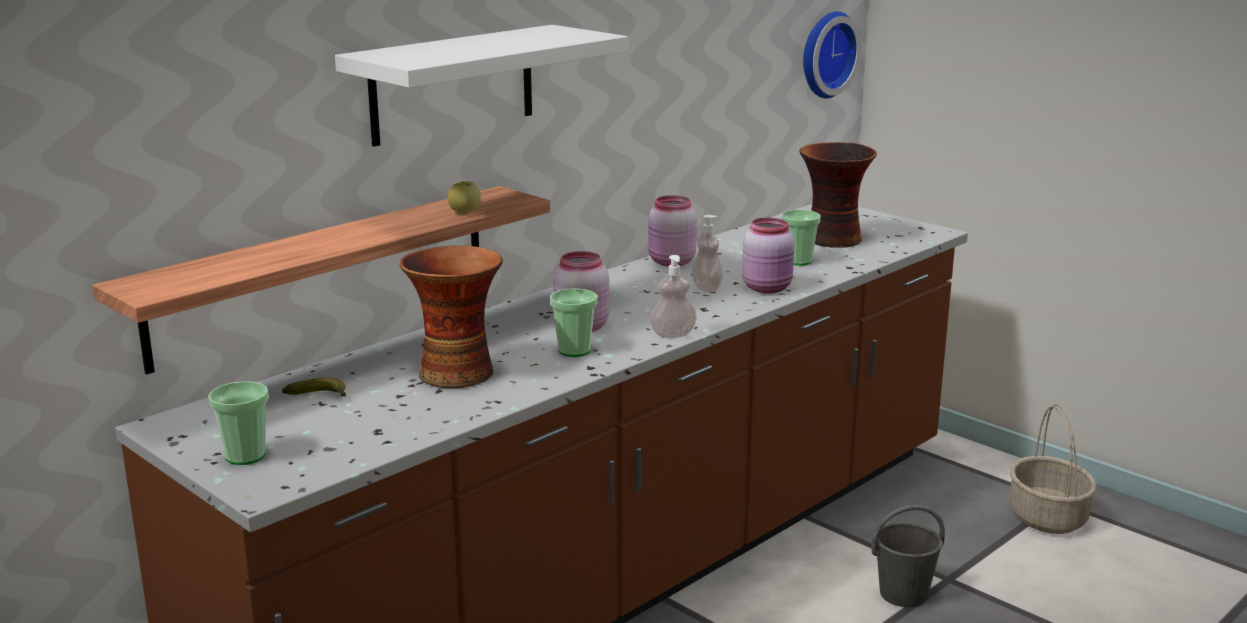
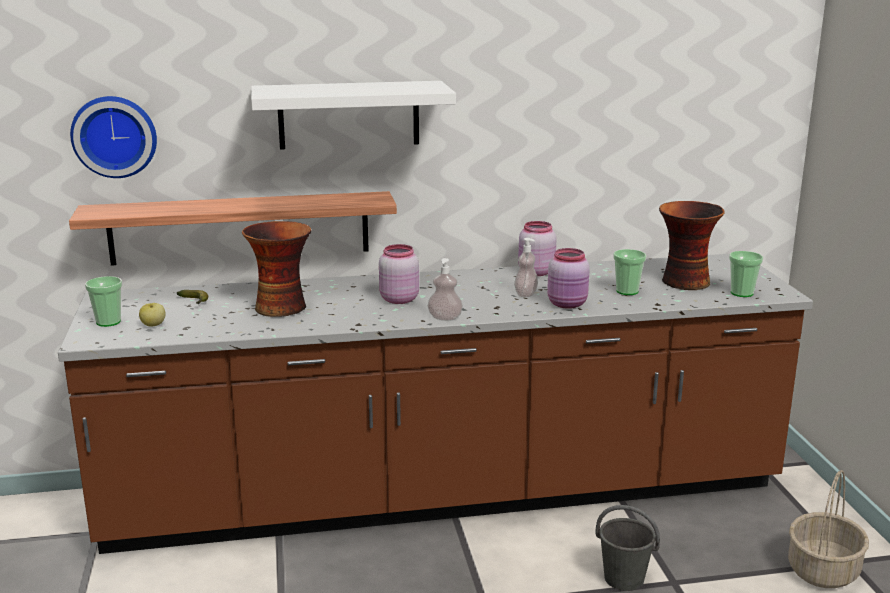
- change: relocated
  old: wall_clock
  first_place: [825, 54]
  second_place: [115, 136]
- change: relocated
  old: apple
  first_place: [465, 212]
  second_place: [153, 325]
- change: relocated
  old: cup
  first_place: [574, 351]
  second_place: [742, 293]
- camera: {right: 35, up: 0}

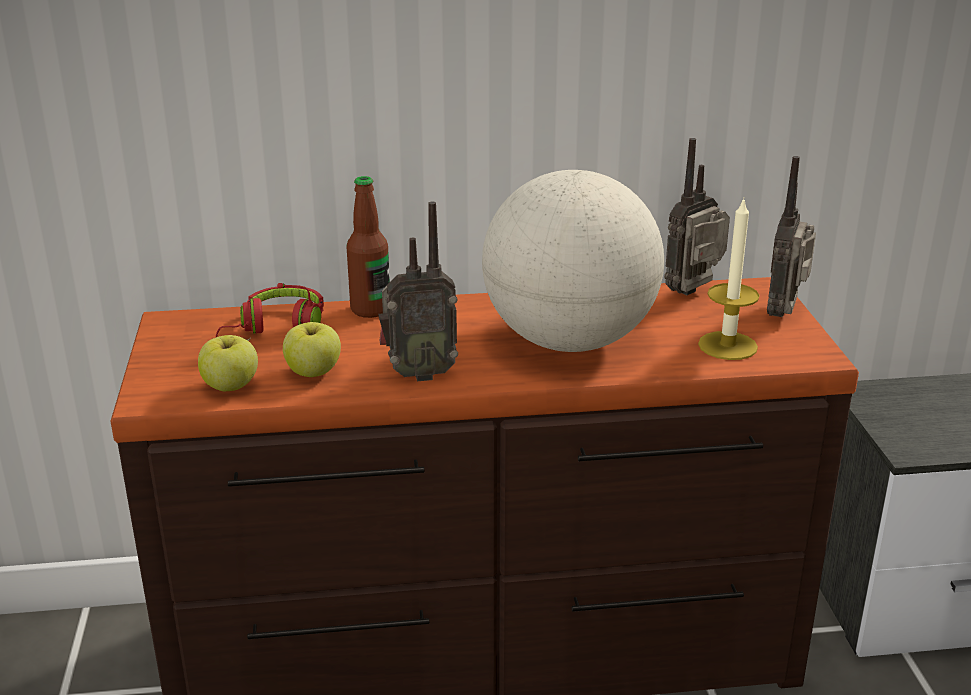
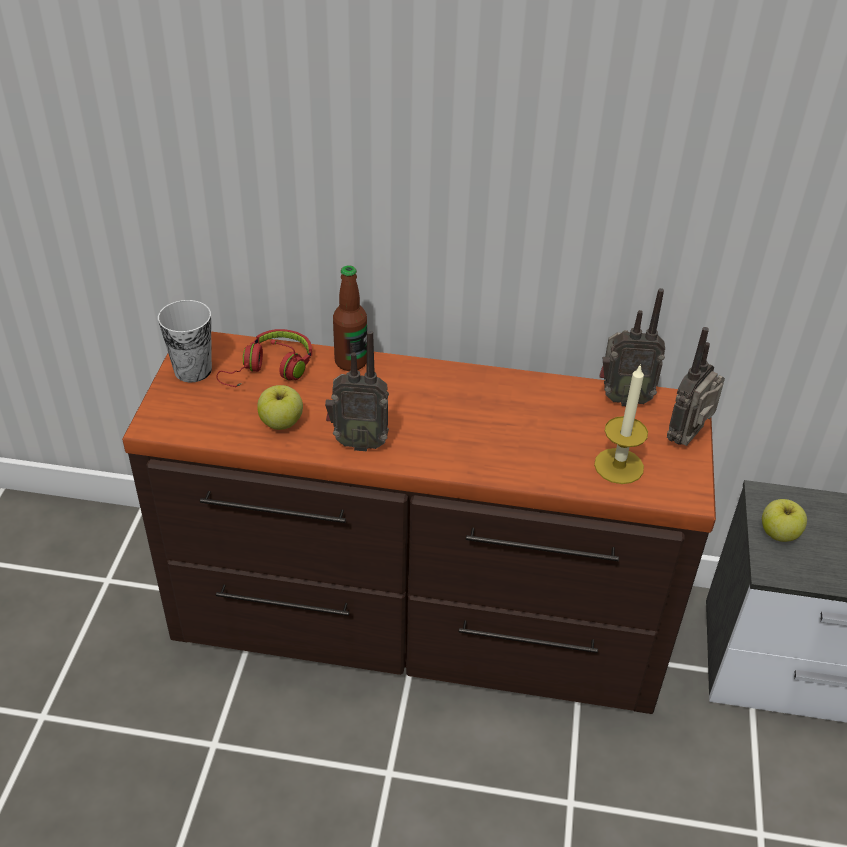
- change: spun
  old: radio
  first_place: [695, 293]
  second_place: [623, 398]
  degrees: -150
- change: missing
  old: globe
  first_place: [569, 341]
- change: relocated
  old: apple
  first_place: [231, 386]
  second_place: [779, 533]
- change: appeared
  new: cup
  second_place: [193, 370]
- camera: {right: 15, up: 15}

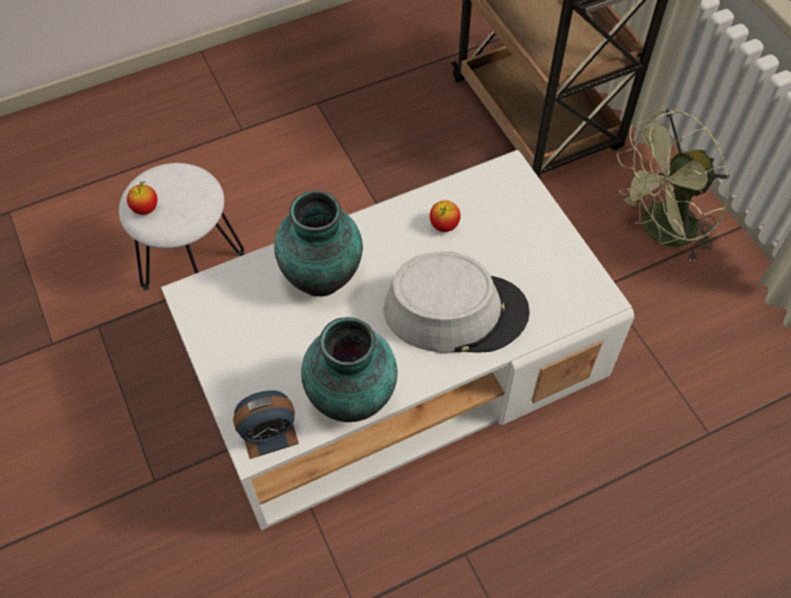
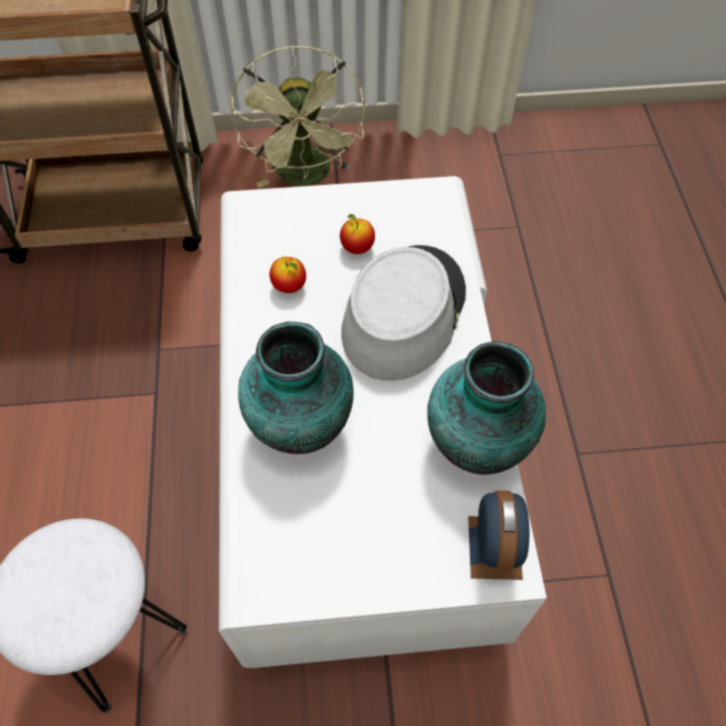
- change: relocated
  old: apple
  first_place: [146, 208]
  second_place: [357, 248]
- camera: {right: -70, up: 0}

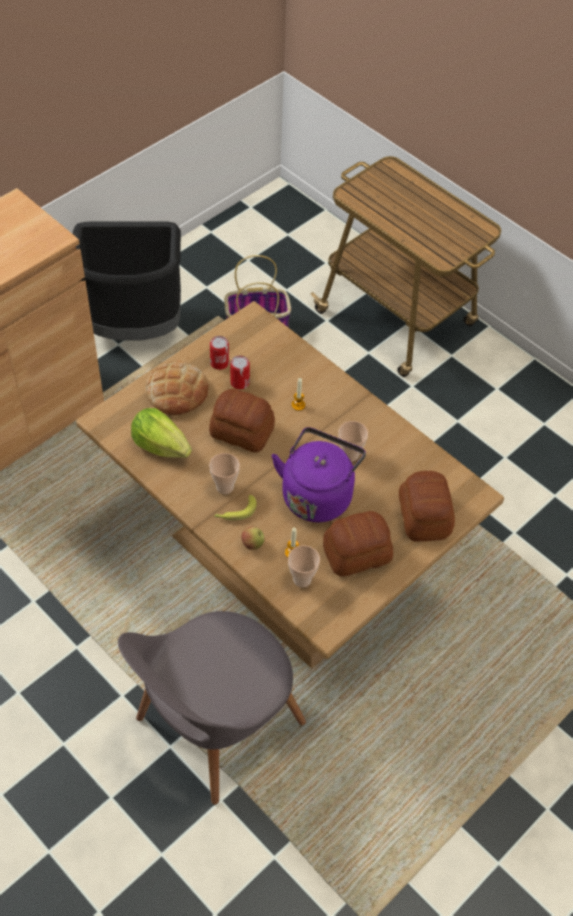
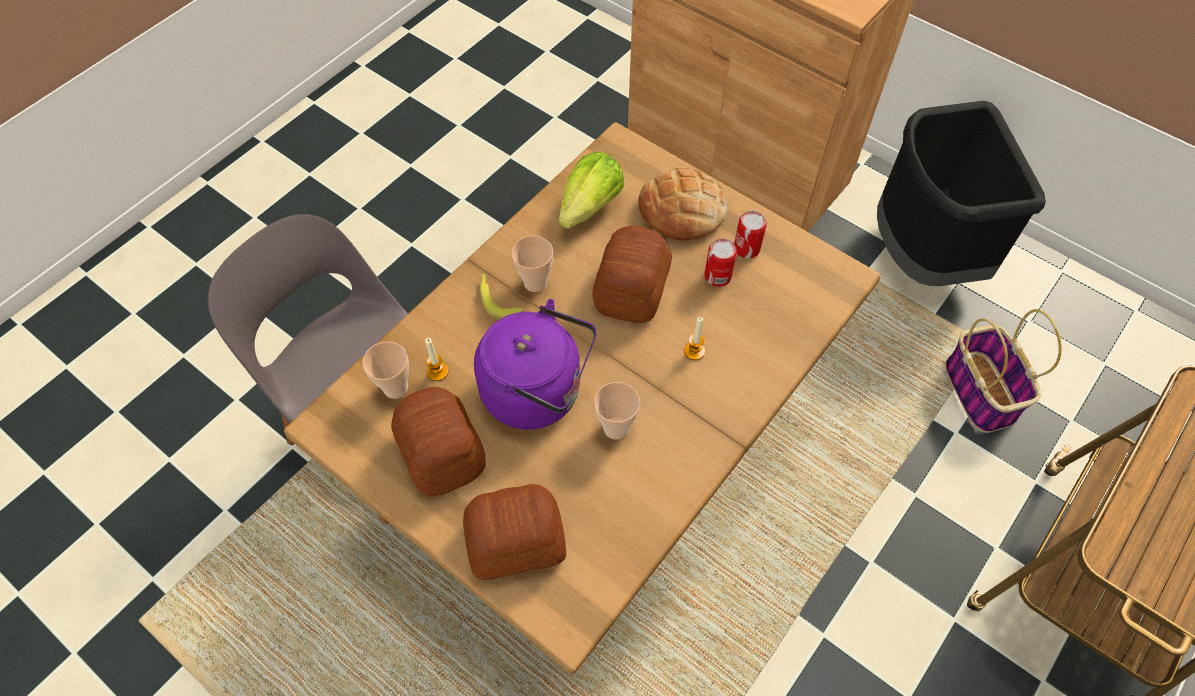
- change: missing
  old: apple
  first_place: [252, 544]
- camera: {right: 85, up: 5}

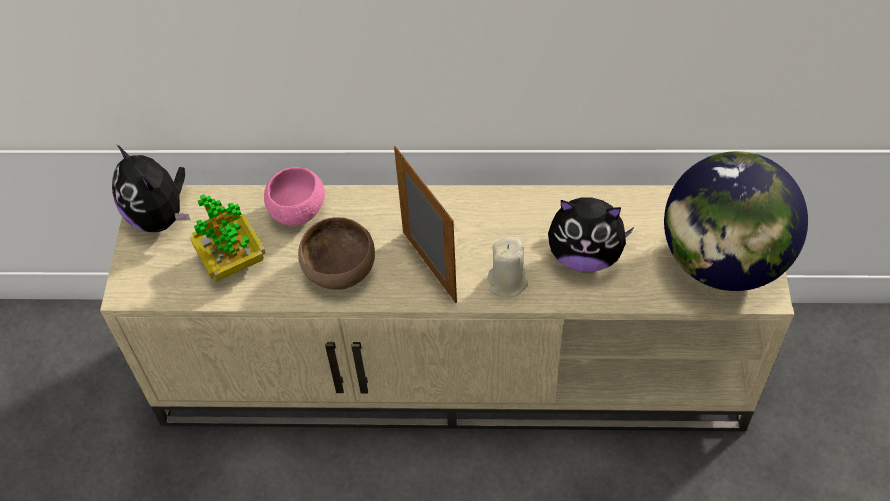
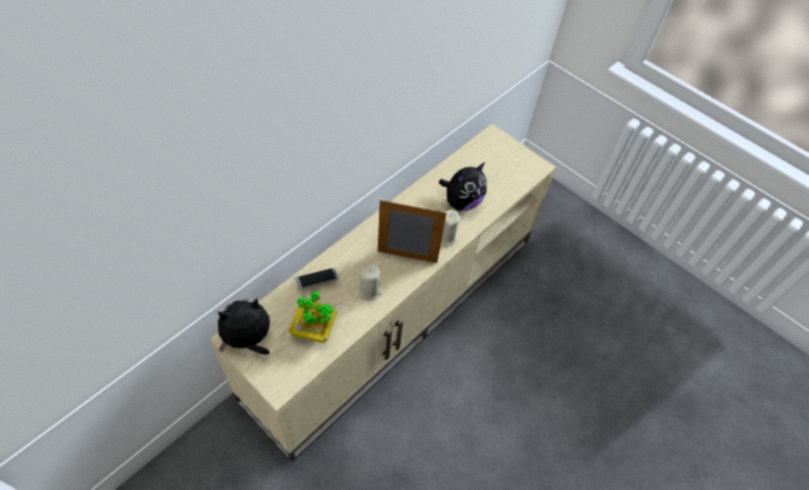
- change: spun
  old: plush_toy
  first_place: [160, 216]
  second_place: [248, 340]
  degrees: 150
- change: missing
  old: globe
  first_place: [722, 261]
- change: exchanged
  old: pink_bowl
  new: phone
  first_place: [297, 211]
  second_place: [317, 281]
- change: exchanged
  old: brown_bowl
  new: beige_candle
  first_place: [338, 269]
  second_place: [370, 291]
- camera: {right: -55, up: 0}

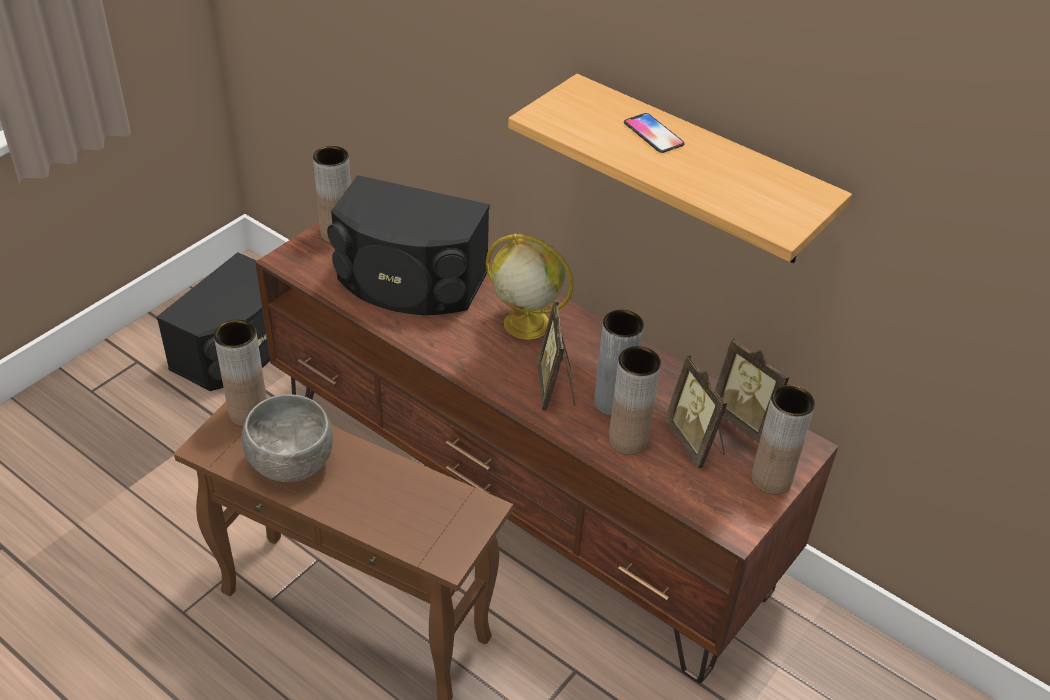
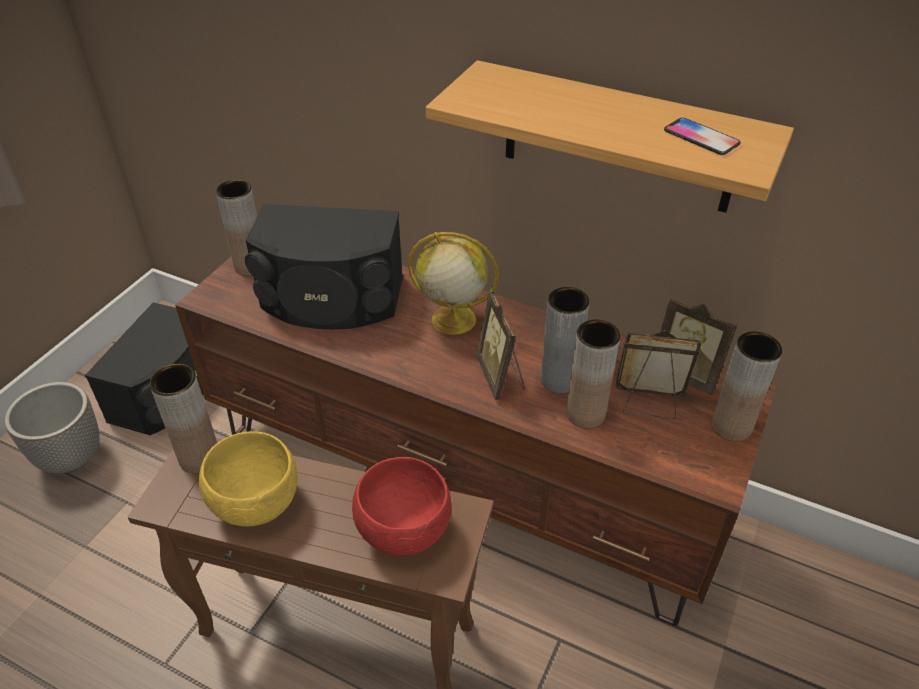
- change: relocated
  old: phone
  first_place: [653, 134]
  second_place: [701, 138]
- change: spun
  old: picture_frame
  first_place: [695, 442]
  second_place: [648, 404]
  degrees: 135
- change: colour
  old: grey_bowl
  new: yellow_bowl
  first_place: [290, 465]
  second_place: [255, 505]
- change: appeared
  new: planter
  second_place: [72, 457]
- change: appeared
  new: red_bowl
  second_place: [403, 532]
- camera: {right: -10, up: 0}

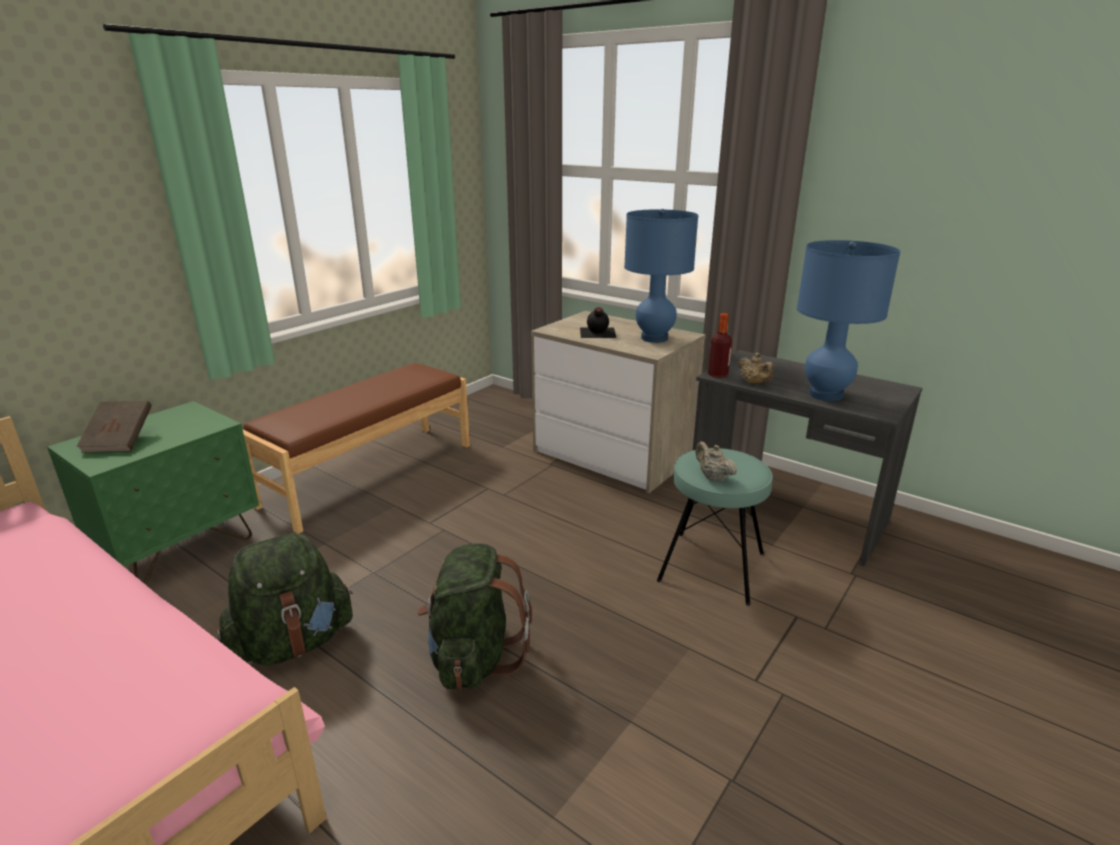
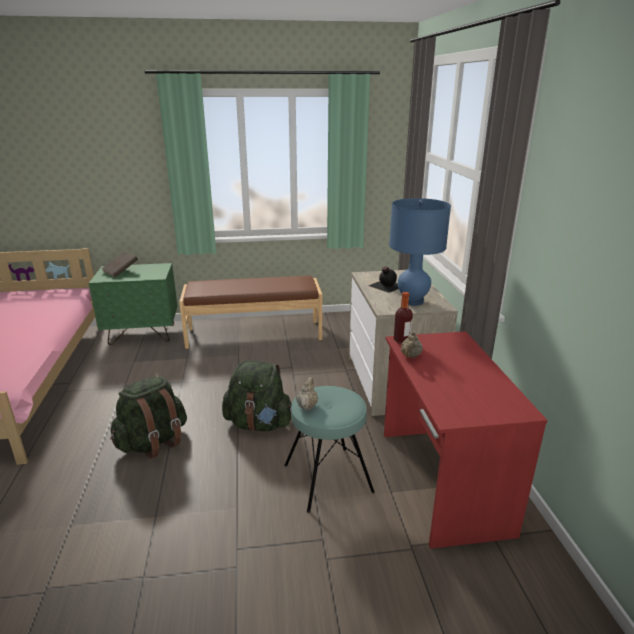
- change: missing
  old: blue_table_lamp
  first_place: [826, 395]
- change: colour
  old: grey_desk
  new: red_desk
  first_place: [786, 513]
  second_place: [440, 480]
- change: relocated
  old: green_backpack
  first_place: [293, 643]
  second_place: [259, 424]
- camera: {right: 45, up: 0}

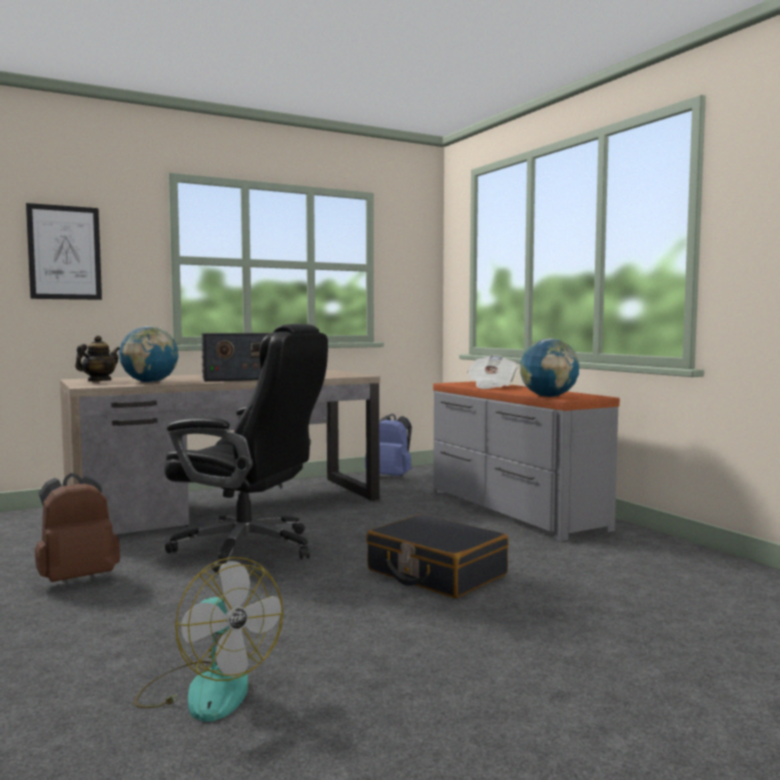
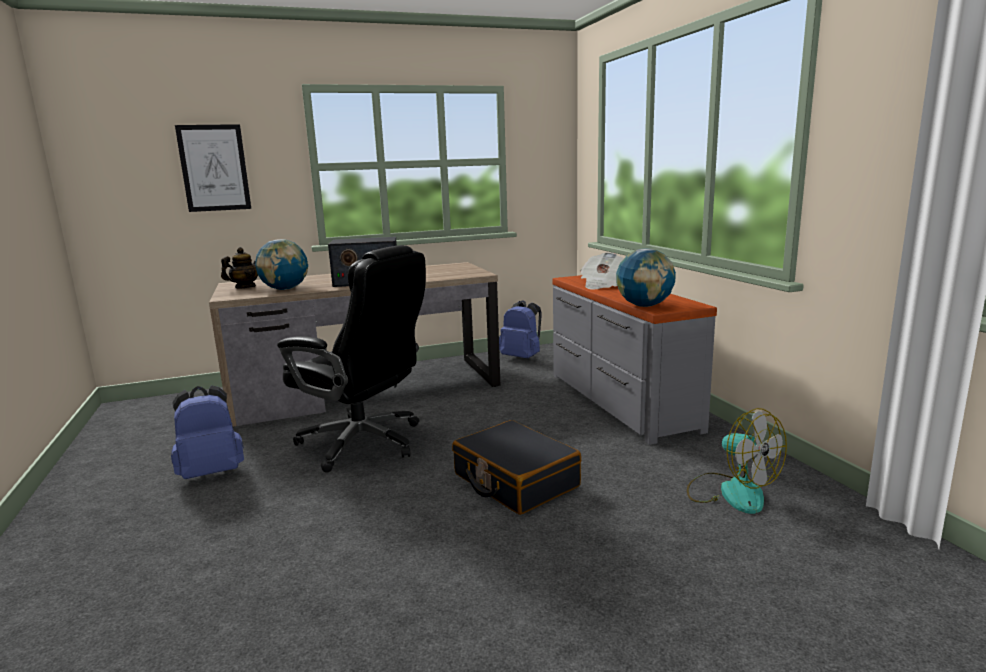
- change: colour
  old: brown_backpack
  new: blue_backpack
  first_place: [77, 578]
  second_place: [212, 472]
- change: relocated
  old: fan
  first_place: [207, 689]
  second_place: [731, 492]
- camera: {right: 10, up: 10}

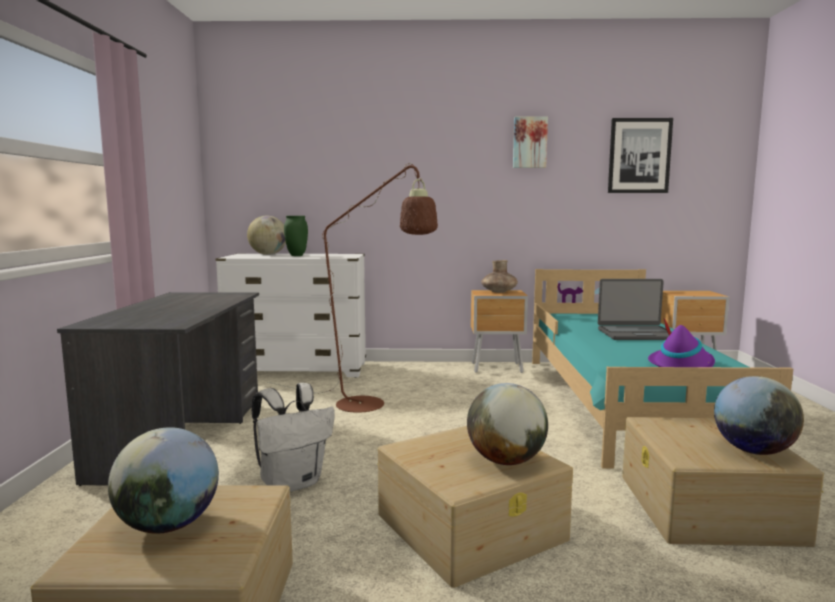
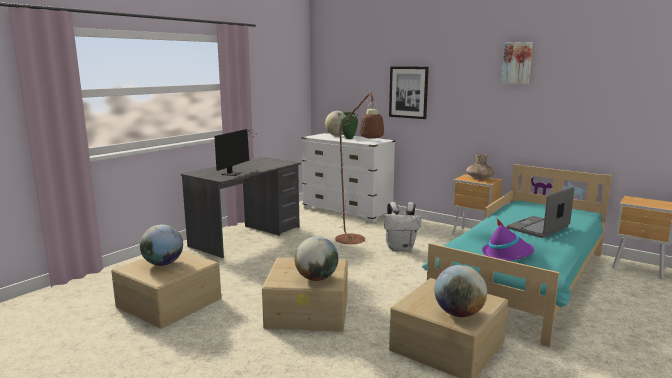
- change: relocated
  old: picture
  first_place: [639, 156]
  second_place: [408, 92]
- change: spun
  old: laptop
  first_place: [636, 334]
  second_place: [538, 228]
  degrees: 105
- change: relocated
  old: white_backpack
  first_place: [292, 483]
  second_place: [400, 248]
- change: appeared
  new: monitor
  second_place: [234, 173]
- camera: {right: 35, up: 5}

